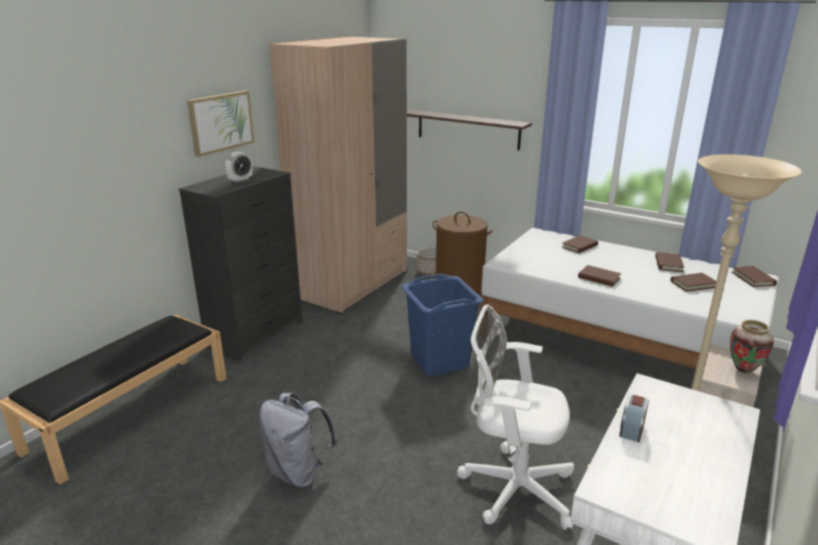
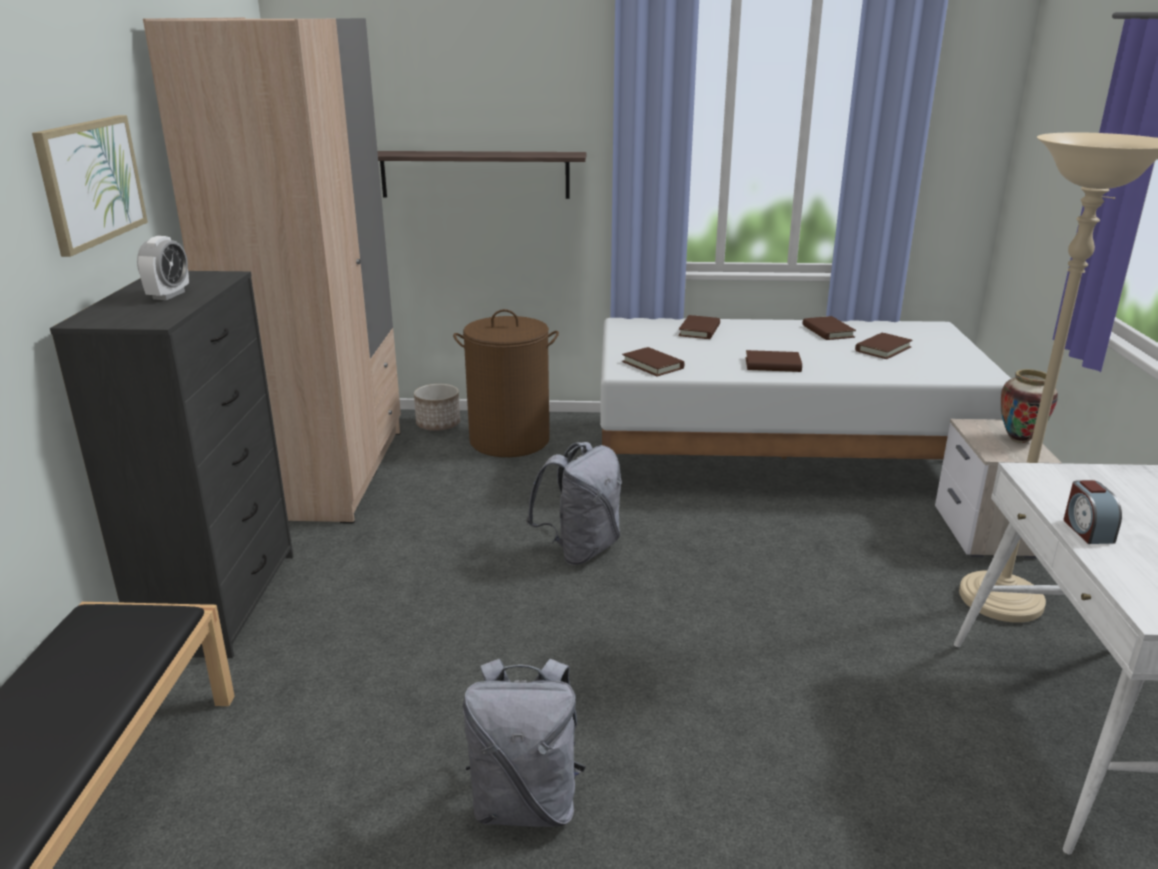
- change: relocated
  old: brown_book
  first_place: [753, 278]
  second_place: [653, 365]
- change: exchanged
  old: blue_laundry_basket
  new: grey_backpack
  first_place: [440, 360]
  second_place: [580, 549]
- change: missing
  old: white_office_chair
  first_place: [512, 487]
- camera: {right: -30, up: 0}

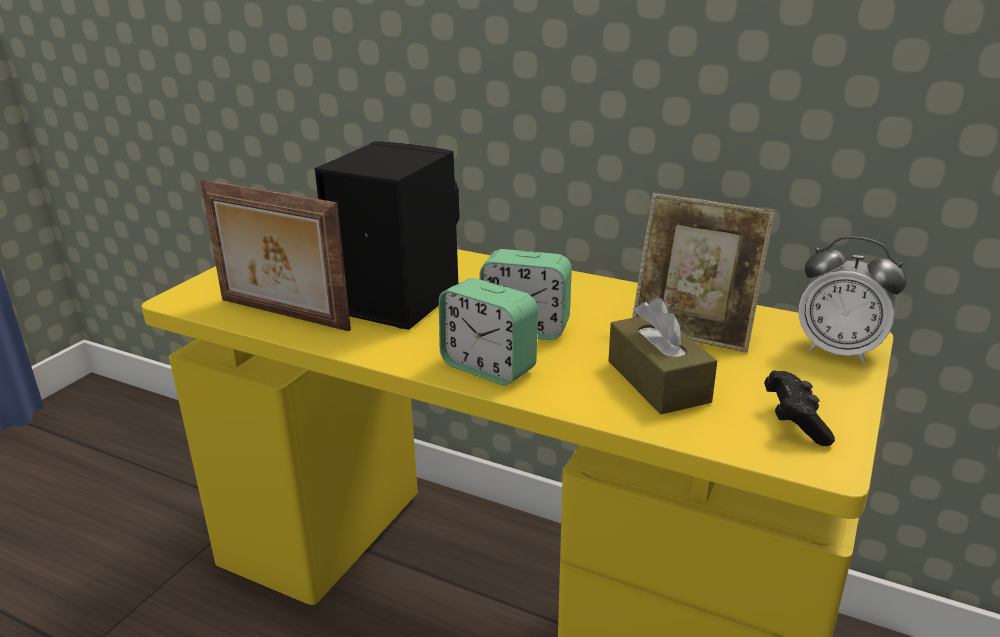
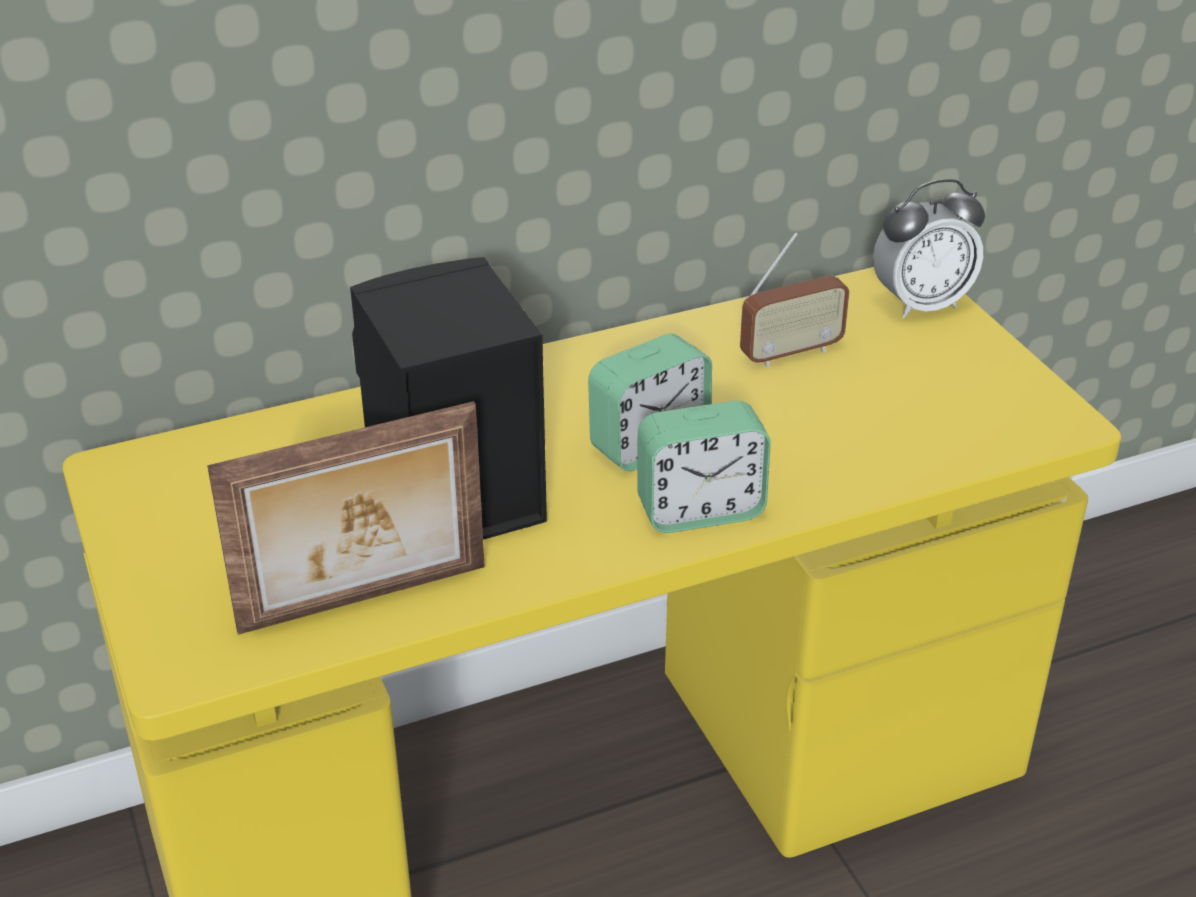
- change: exchanged
  old: picture_frame
  new: radio
  first_place: [693, 332]
  second_place: [790, 353]
- change: missing
  old: brown_tissue_box
  first_place: [658, 381]
- change: missing
  old: black_game_controller
  first_place: [795, 422]
- camera: {right: -50, up: 10}

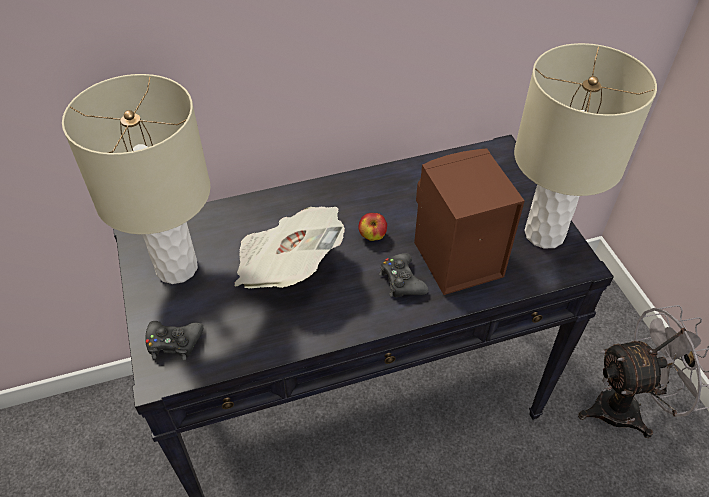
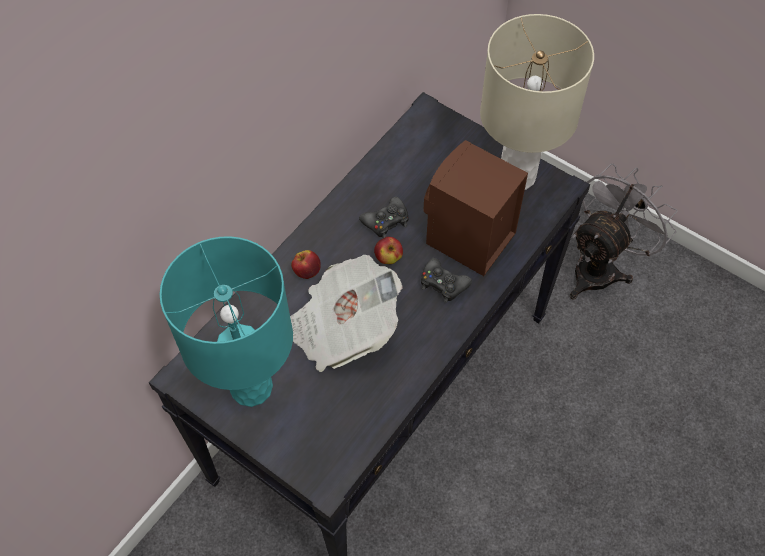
- change: colour
  old: beige_table_lamp
  new: turquoise_table_lamp
  first_place: [177, 267]
  second_place: [252, 387]
- change: relocated
  old: black_game_controller
  first_place: [174, 343]
  second_place: [386, 221]
- change: appeared
  new: apple
  second_place: [307, 271]
- camera: {right: -35, up: 10}

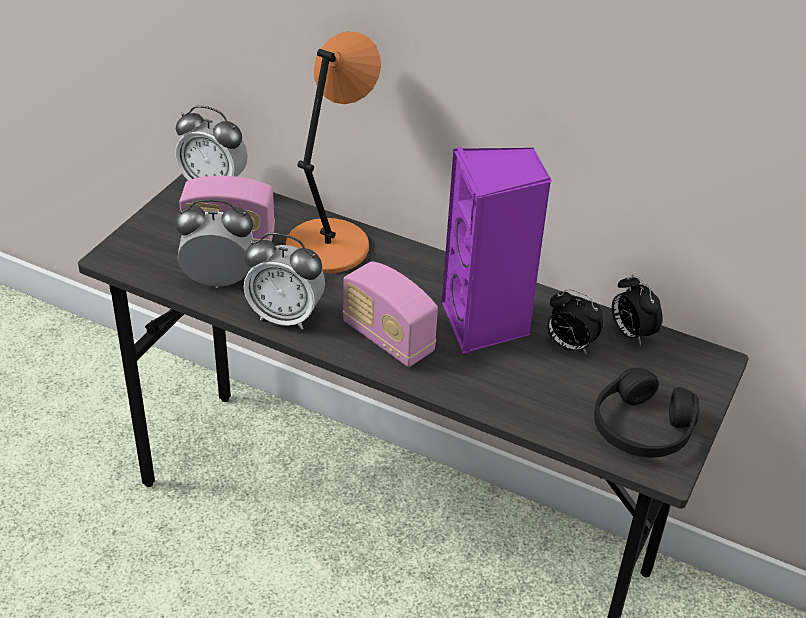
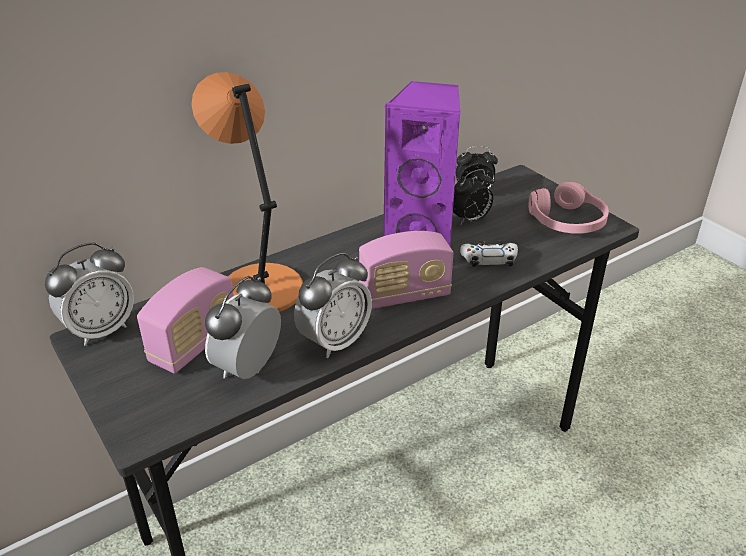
- change: colour
  old: black_headphones
  new: pink_headphones
  first_place: [641, 428]
  second_place: [567, 221]
- change: appeared
  new: white_game_controller
  second_place: [489, 259]
- camera: {right: -60, up: -5}

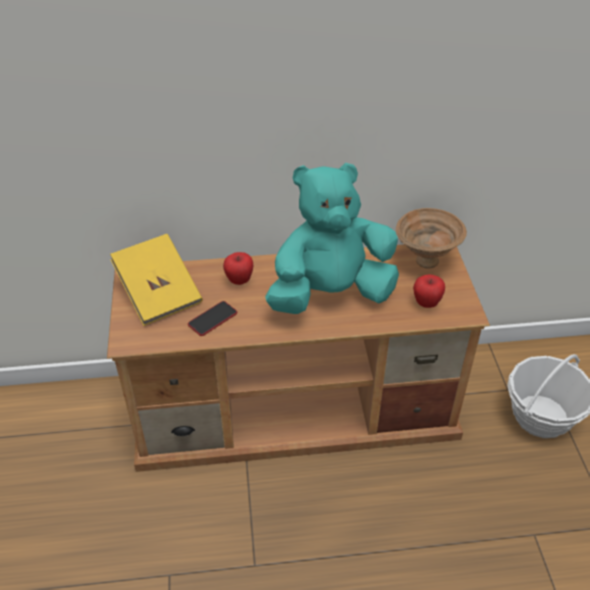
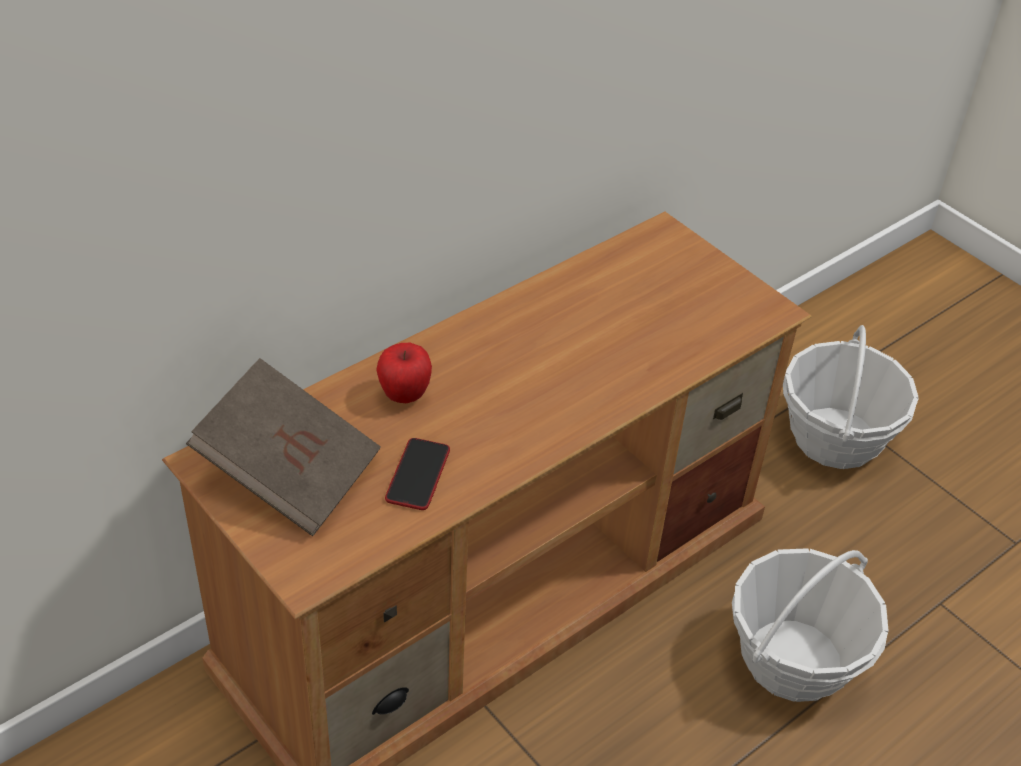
- change: missing
  old: turquoise_plush_toy
  first_place: [331, 294]
- change: missing
  old: brown_bowl
  first_place: [425, 262]
- change: colour
  old: yellow_book
  new: brown_book
  first_place: [159, 294]
  second_place: [289, 472]
- change: missing
  old: apple
  first_place: [426, 303]
- change: appeared
  new: basket
  second_place: [794, 660]
- camera: {right: -35, up: 0}

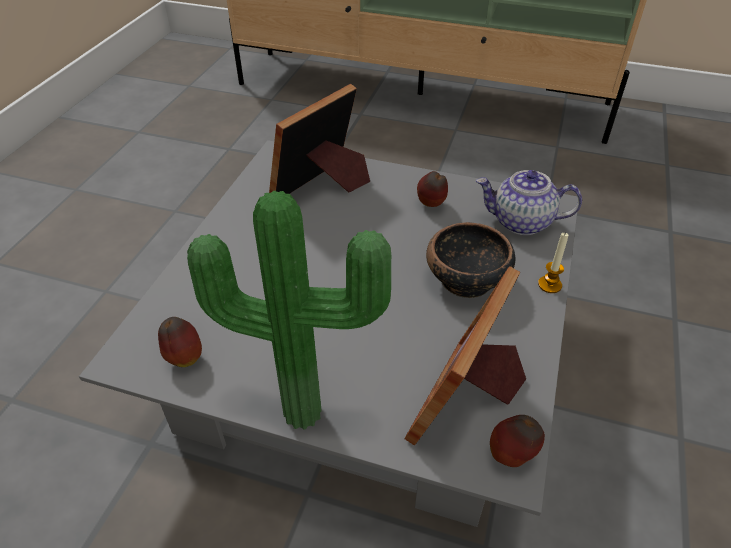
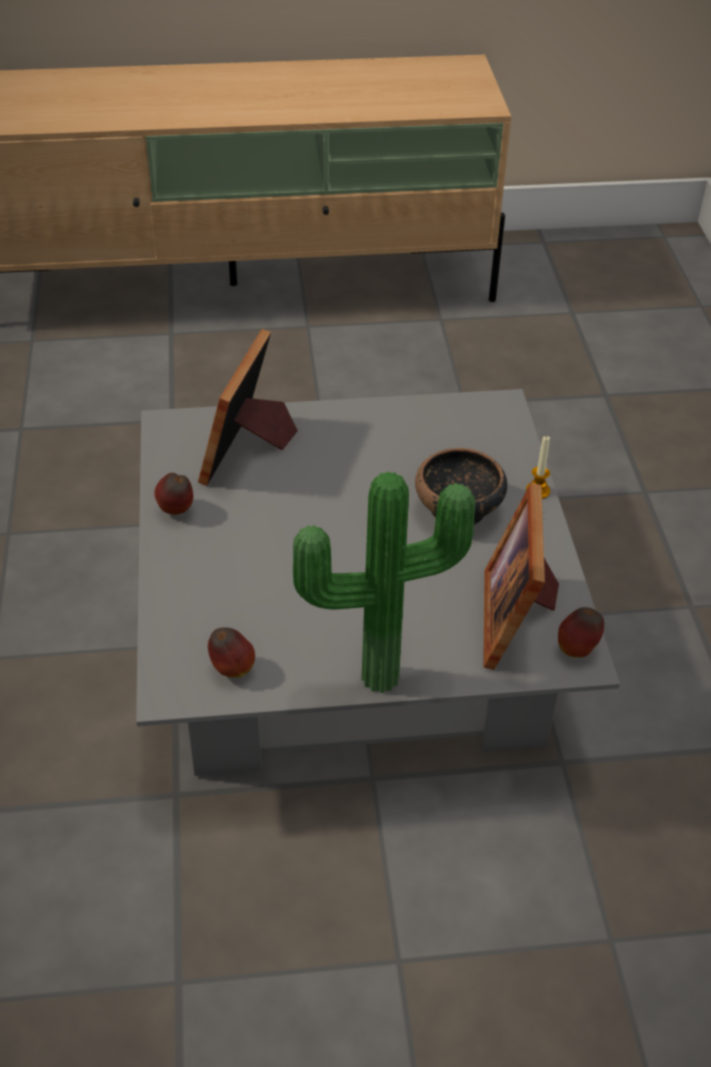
- change: missing
  old: teapot
  first_place: [521, 222]
- change: relocated
  old: apple
  first_place: [431, 205]
  second_place: [177, 511]
- camera: {right: -25, up: 0}

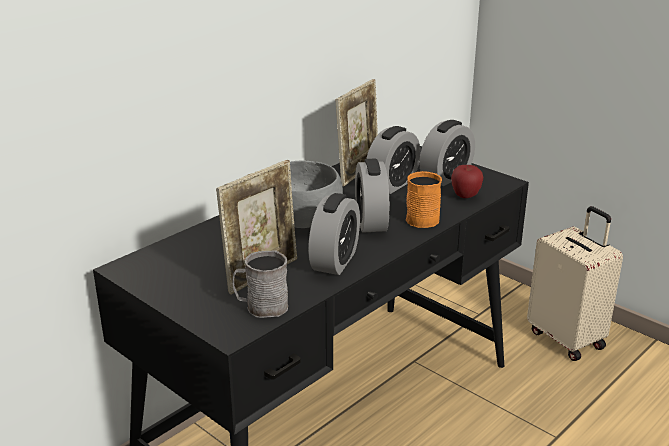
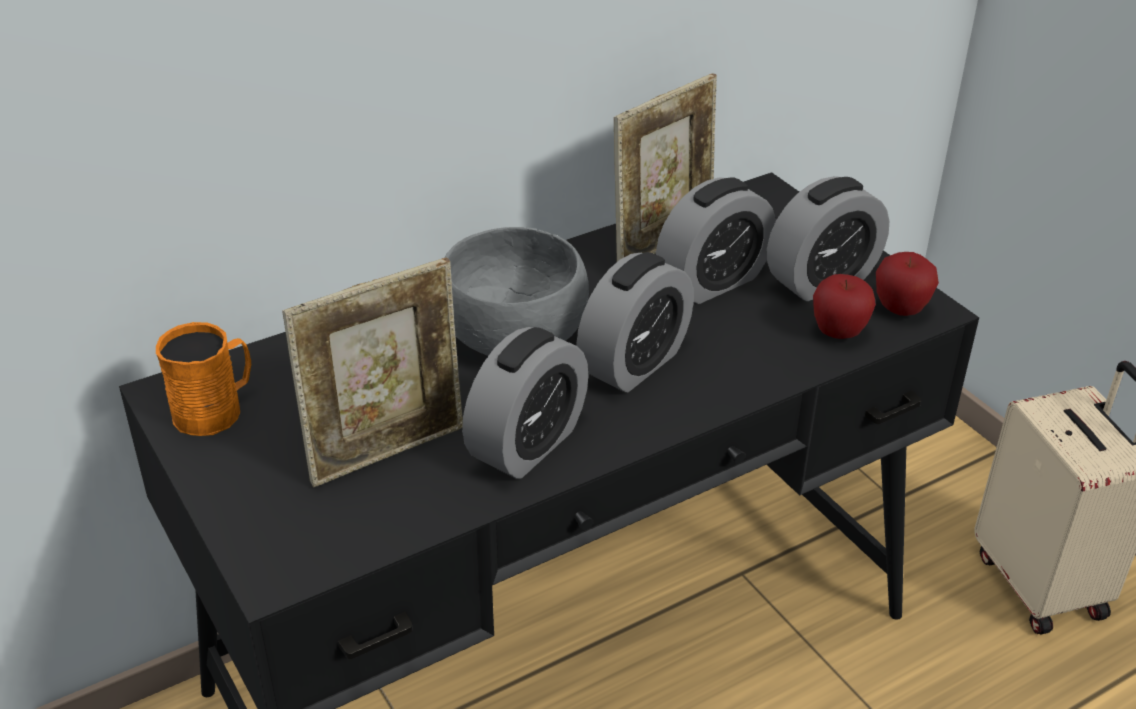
- change: spun
  old: alarm_clock
  first_place: [371, 221]
  second_place: [634, 363]
  degrees: -150
- change: relocated
  old: orange_mug
  first_place: [425, 218]
  second_place: [216, 409]
- change: missing
  old: grey_mug
  first_place: [261, 307]
- change: appeared
  new: apple
  second_place: [900, 310]
- camera: {right: 15, up: 10}

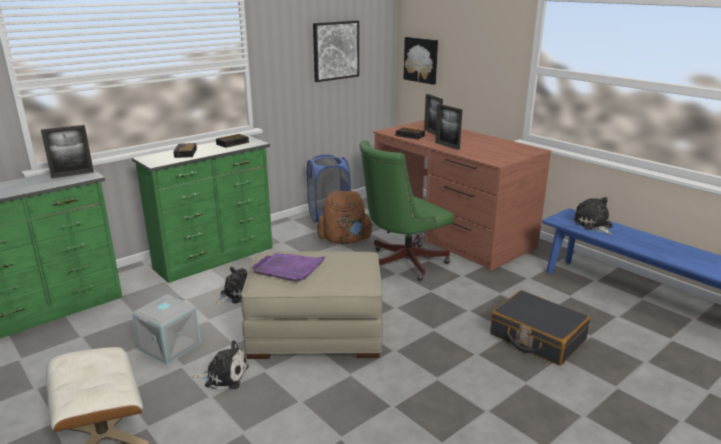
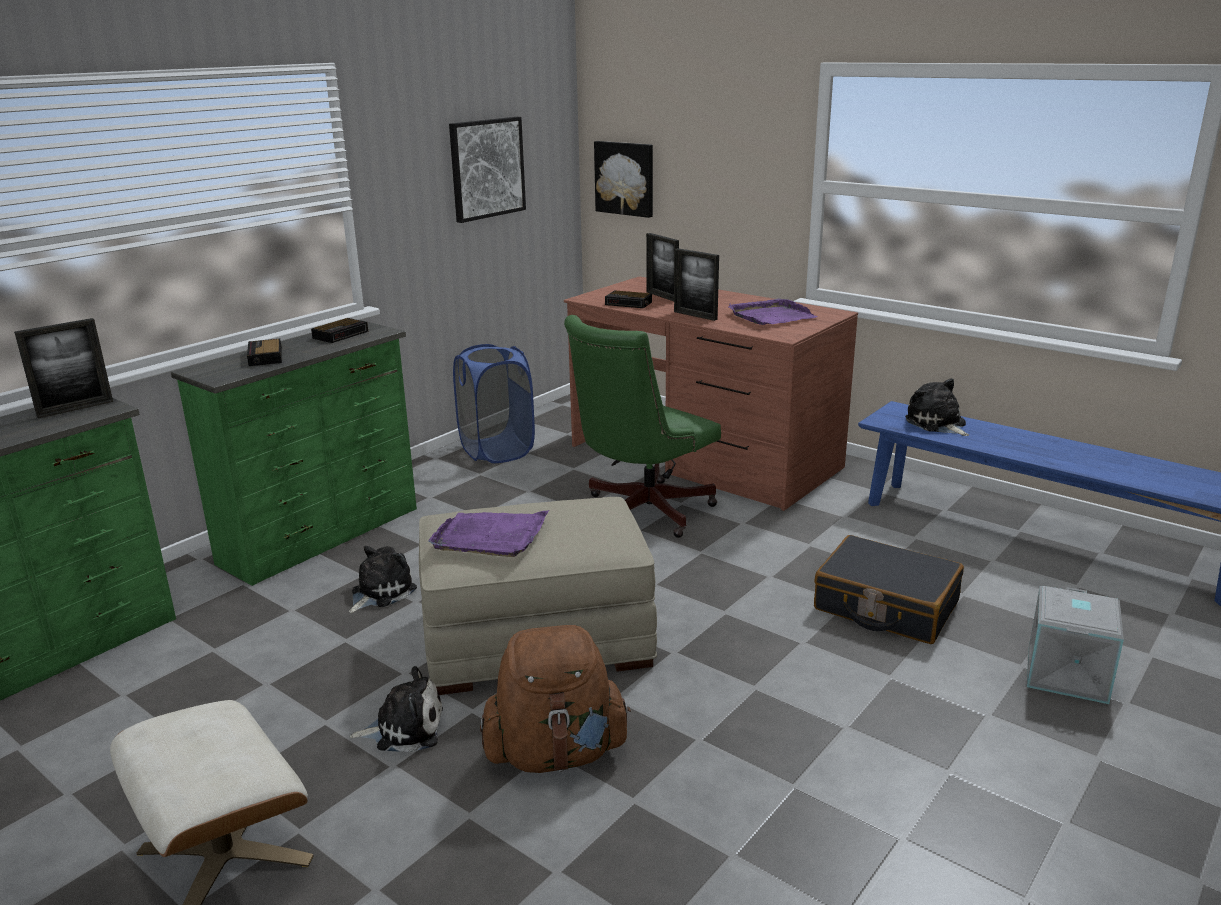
- change: relocated
  old: brown_backpack
  first_place: [344, 240]
  second_place: [556, 753]
- change: relocated
  old: grey_storage_box
  first_place: [170, 347]
  second_place: [1069, 675]
- change: appeared
  new: purple_tray
  second_place: [771, 316]
- camera: {right: -10, up: 0}

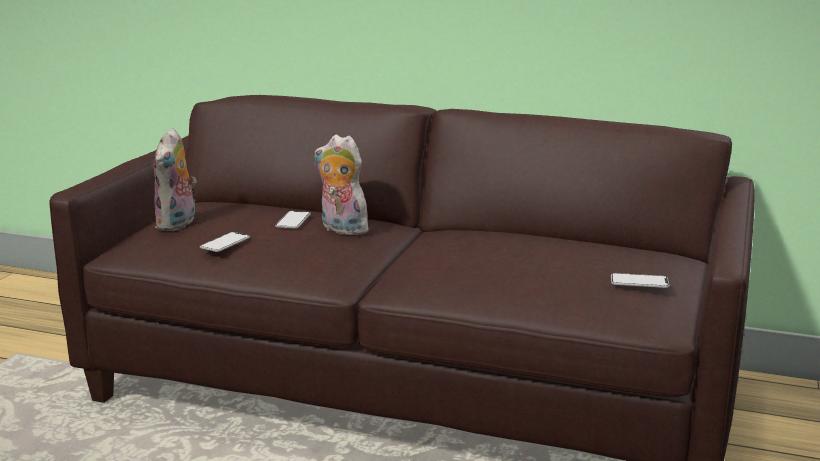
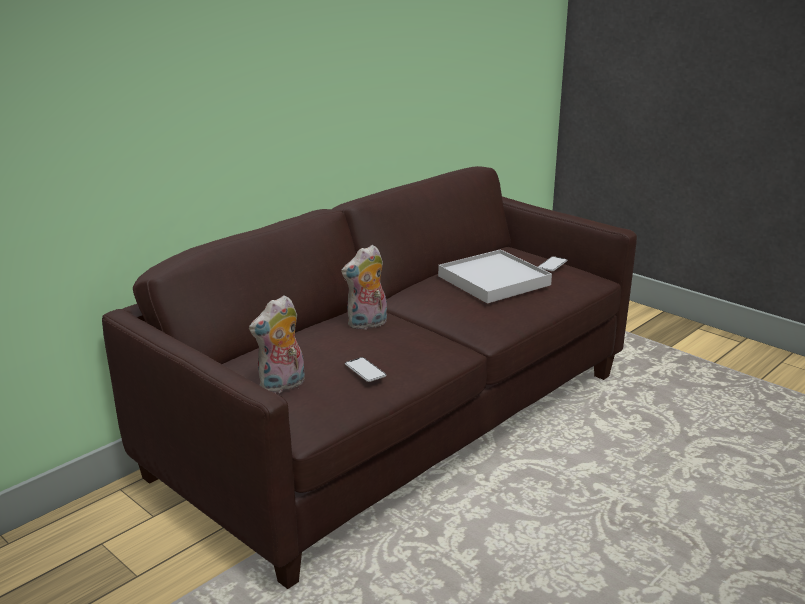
- change: spun
  old: plush_toy
  first_place: [178, 224]
  second_place: [282, 386]
  degrees: 105
- change: missing
  old: phone
  first_place: [293, 221]
- change: appeared
  new: white_tray
  second_place: [493, 281]
- camera: {right: -65, up: 5}

